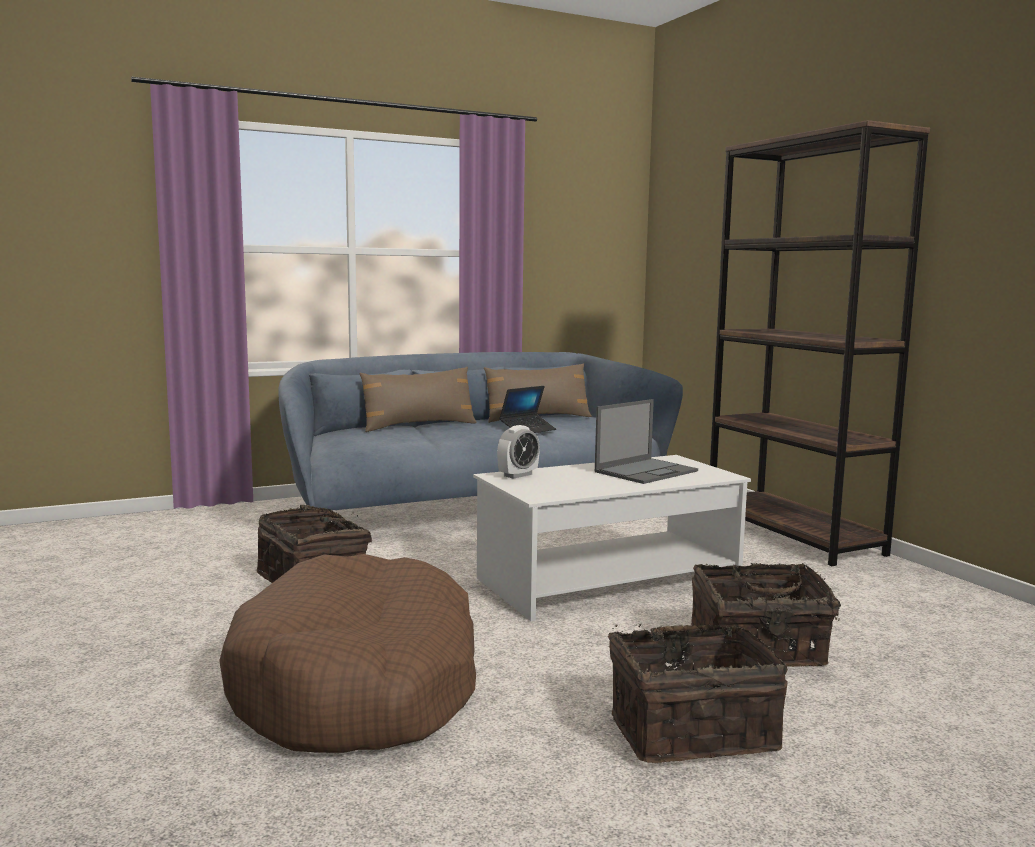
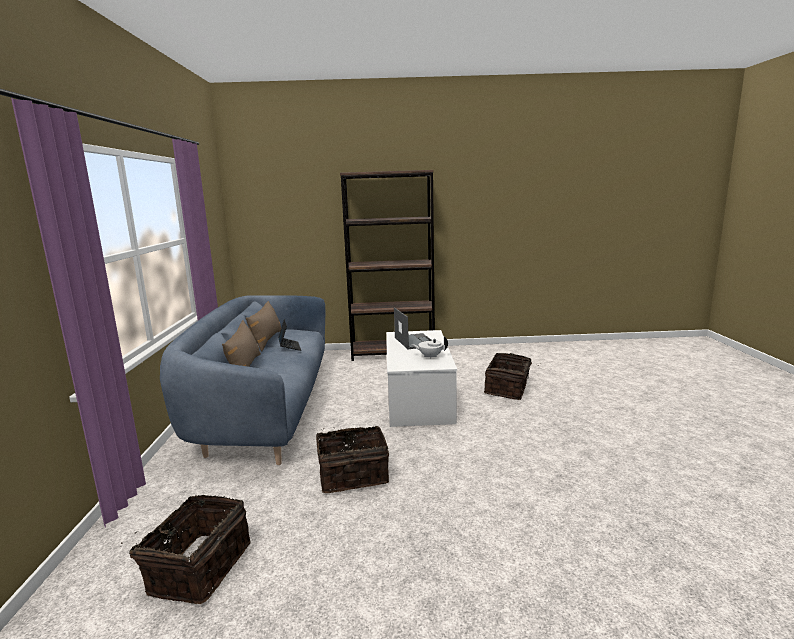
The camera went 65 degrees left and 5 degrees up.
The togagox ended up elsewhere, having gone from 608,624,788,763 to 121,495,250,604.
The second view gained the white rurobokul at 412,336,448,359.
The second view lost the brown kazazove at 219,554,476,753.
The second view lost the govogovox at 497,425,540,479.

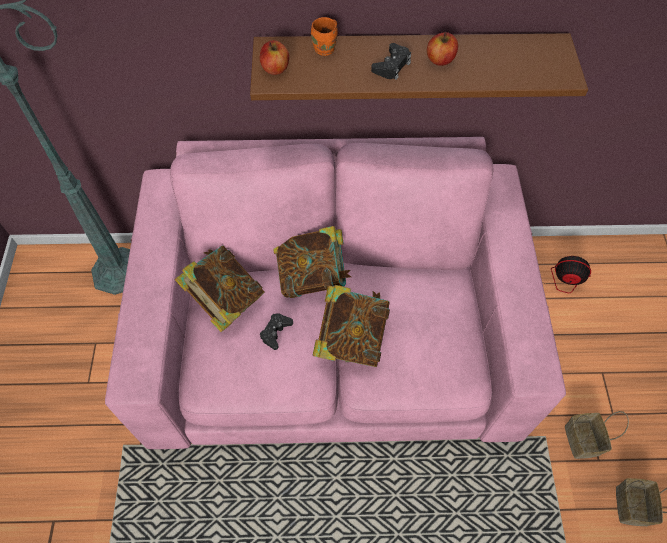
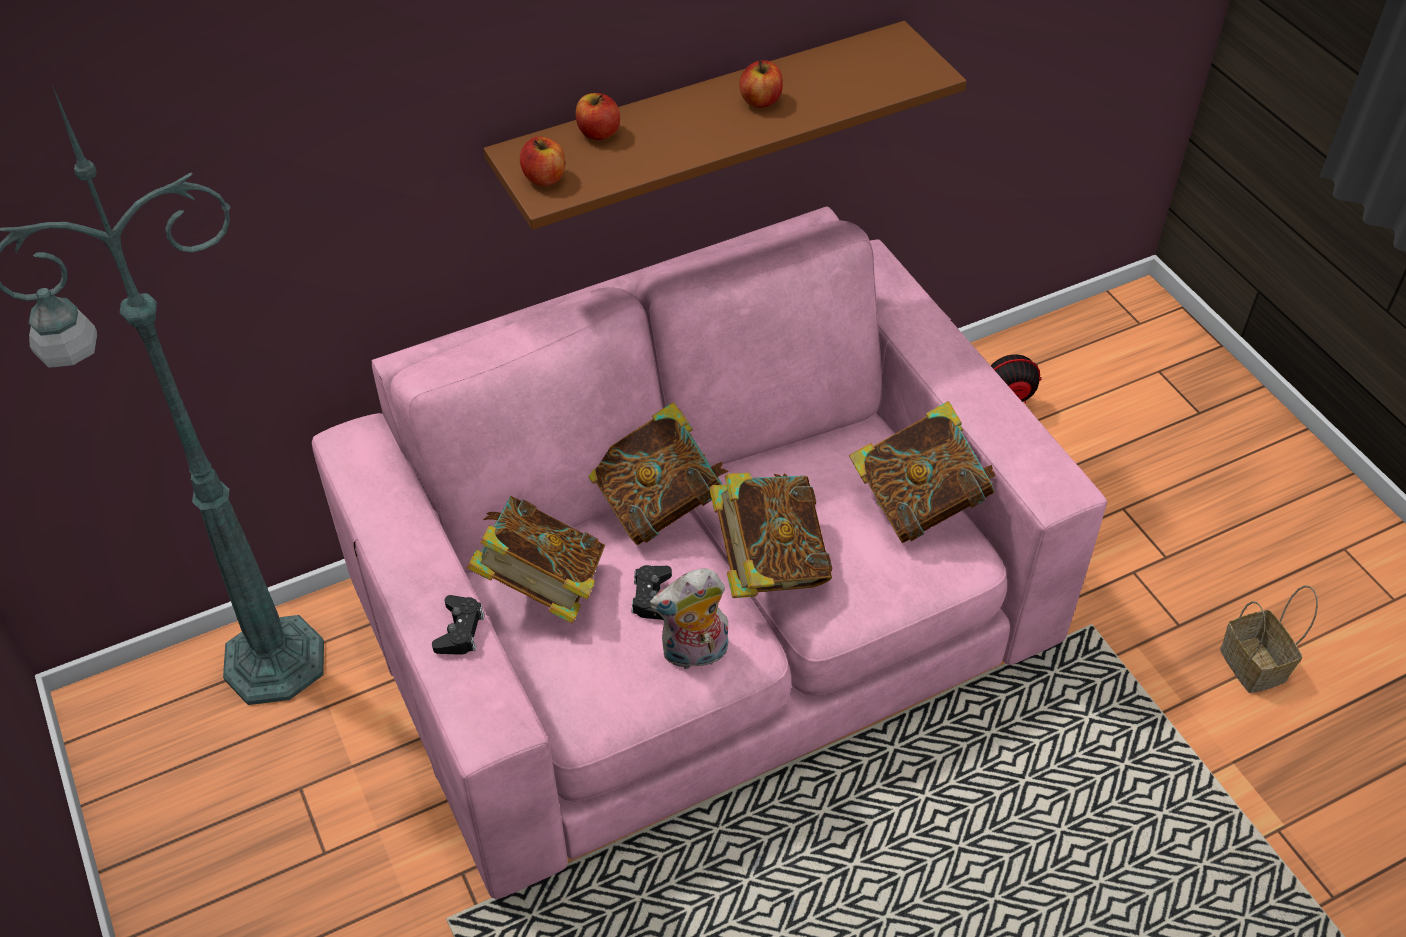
The camera went 25 degrees left and 10 degrees down.
The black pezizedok ended up elsewhere, having gone from 371,43,411,80 to 432,595,485,655.
Where the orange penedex stood at 311,17,338,56, the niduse came to stand at 576,93,620,140.
The second view gained the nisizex at 649,568,728,669.
The second view gained the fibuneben at 849,401,995,543.
The second view lost the togagox at 565,411,629,459.

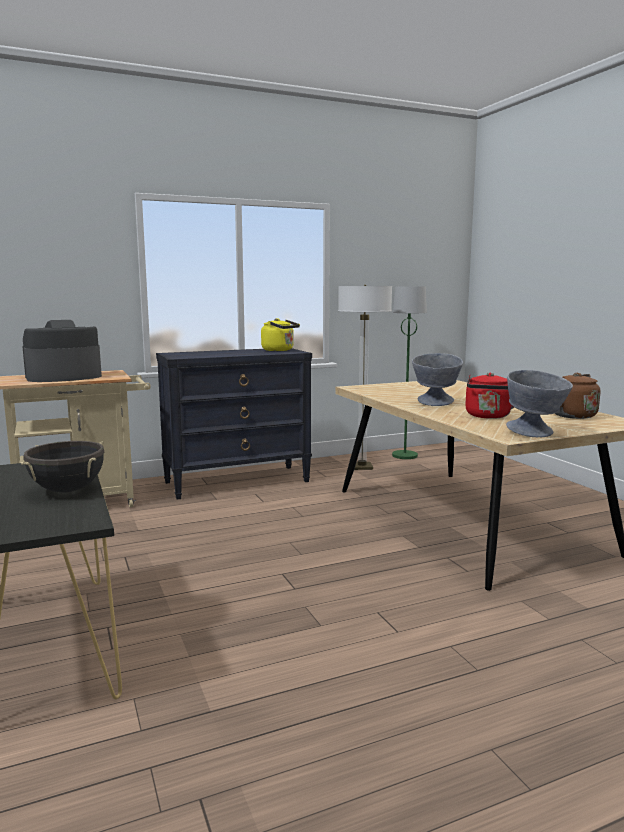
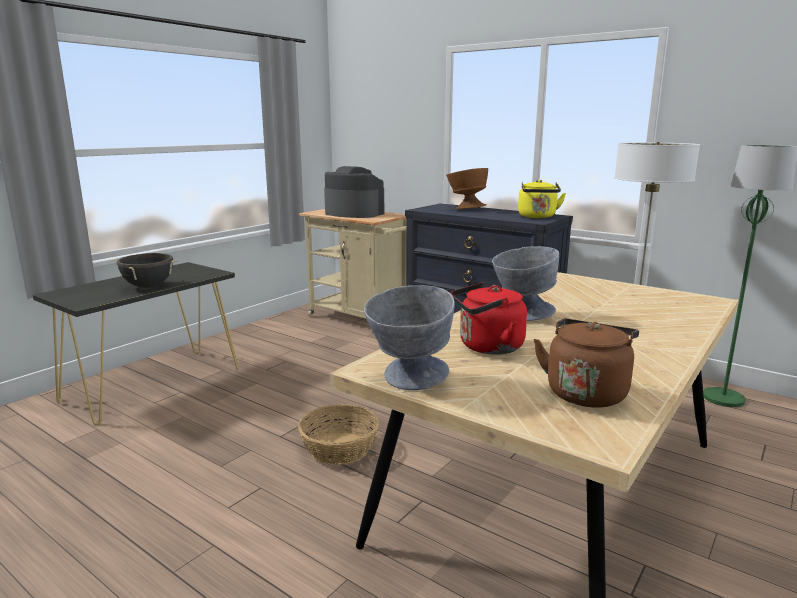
The camera went 60 degrees right and 5 degrees up.
The second view gained the togagox at 298,404,379,465.
The second view gained the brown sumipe at 446,168,488,209.

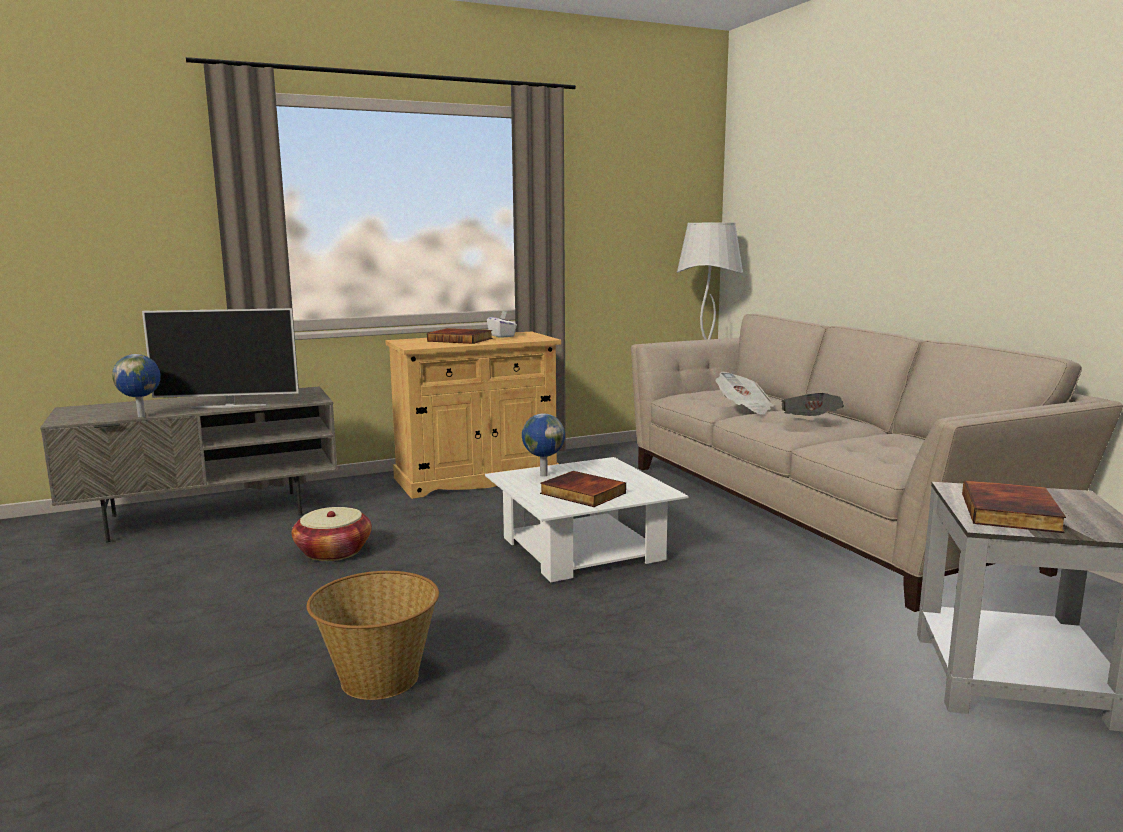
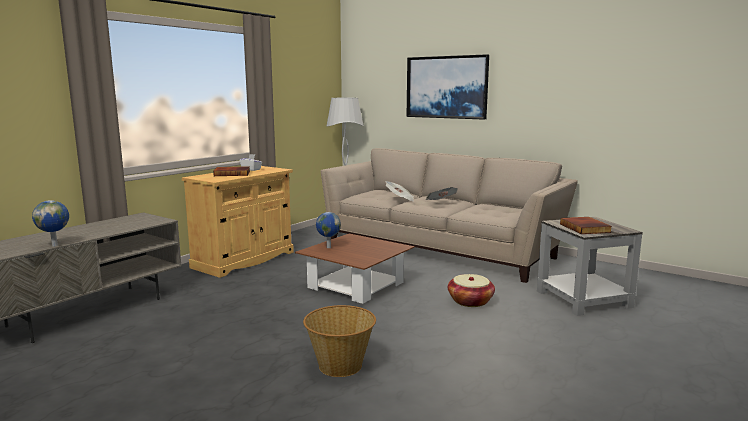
The camera went 30 degrees left and 0 degrees up.
What was the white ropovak at 485,457,689,582 turned into the brown ropovak at 295,234,415,304.
The second view gained the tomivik at 407,54,489,120.
The togagox ended up elsewhere, having gone from 292,507,372,561 to 448,274,495,307.
The second view lost the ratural at 142,308,299,408.
The second view lost the fibuneben at 540,471,626,507.

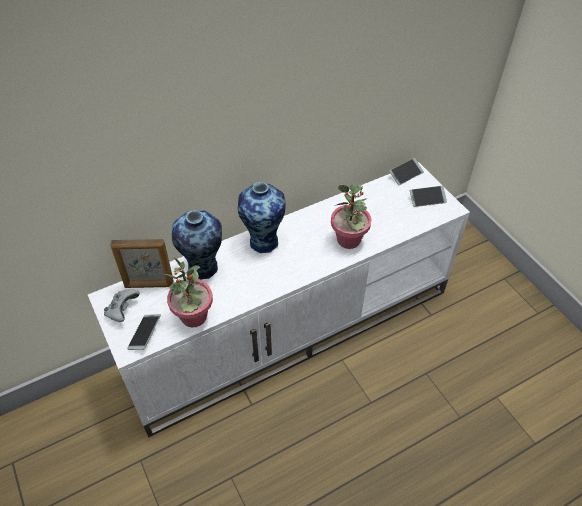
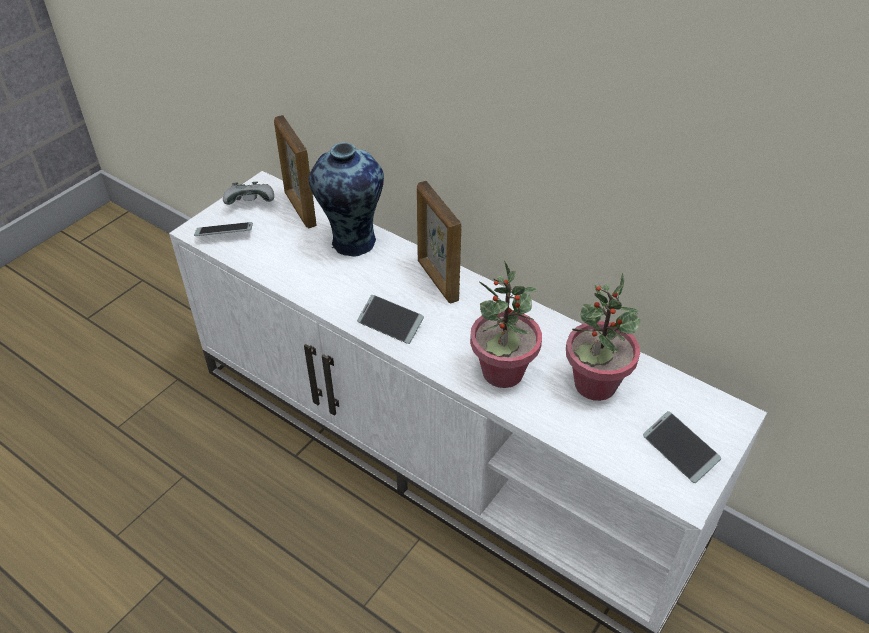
The camera went 65 degrees right and 5 degrees down.
The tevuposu ended up elsewhere, having gone from 389,158,424,185 to 357,295,424,344.
Where the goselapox stood at 238,182,285,253, the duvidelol came to stand at 417,181,461,303.
The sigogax ended up elsewhere, having gone from 162,257,213,328 to 566,273,641,401.

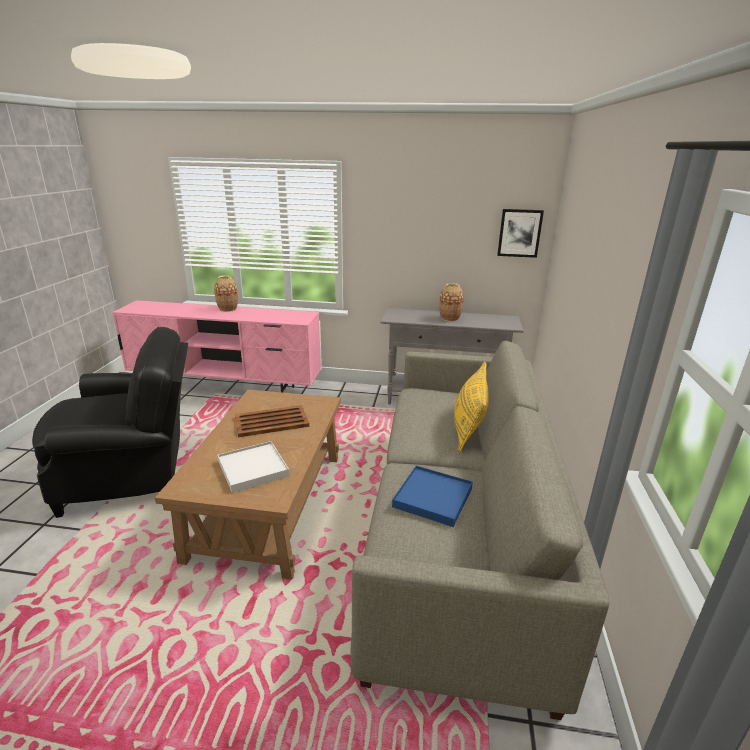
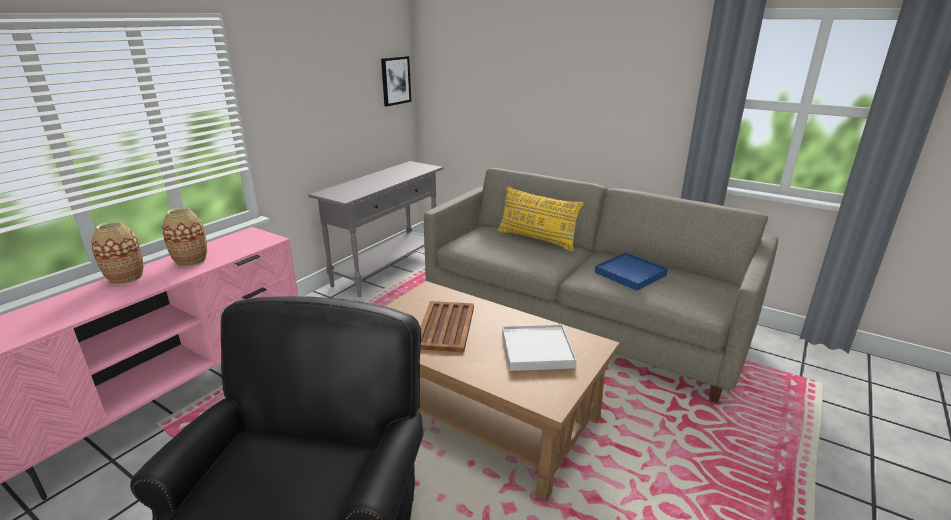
The camera went 65 degrees left and 0 degrees up.
The goselapox ended up elsewhere, having gone from 439,283,464,322 to 162,207,207,267.

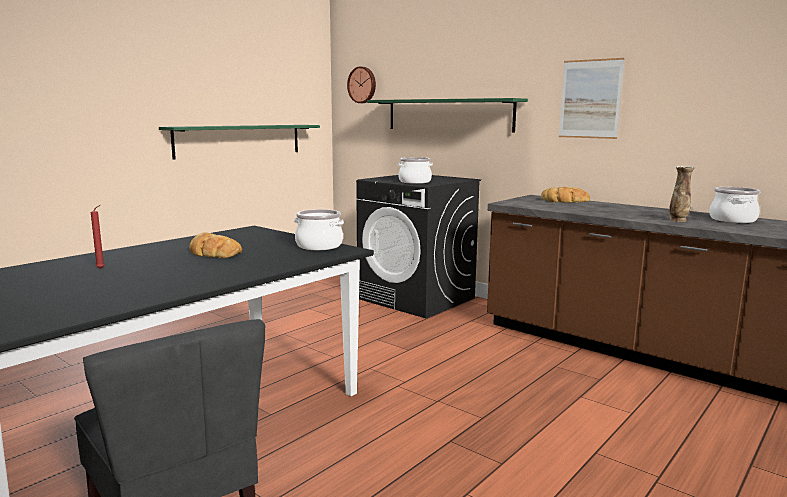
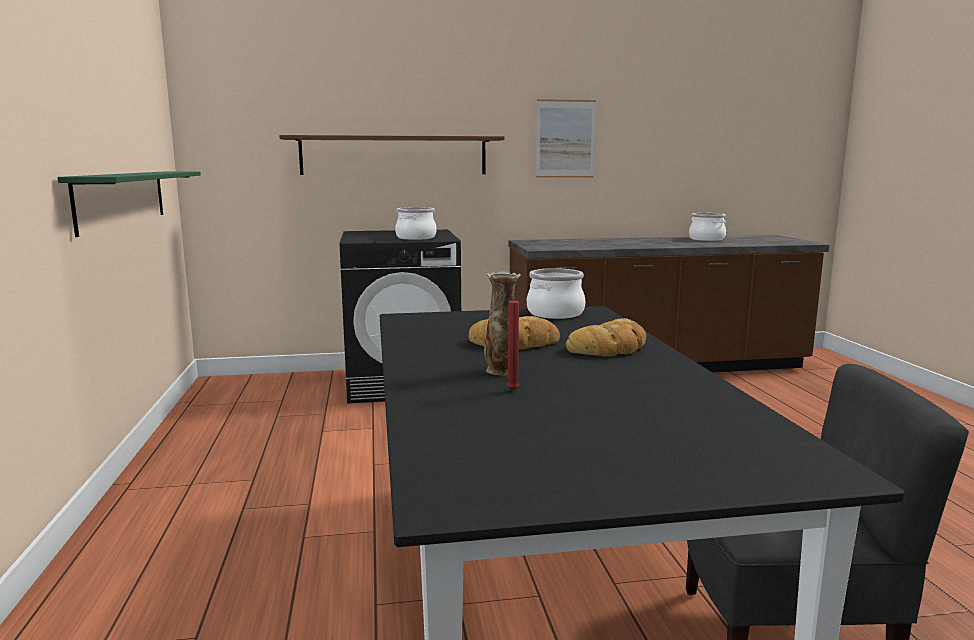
The camera went 50 degrees left and 0 degrees up.
What was the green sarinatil at 367,98,528,133 turned into the brown sarinatil at 279,135,504,175.
The goselapox ended up elsewhere, having gone from 669,166,695,222 to 484,271,521,375.
The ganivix ended up elsewhere, having gone from 541,187,590,203 to 566,318,646,356.
The second view lost the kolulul at 347,66,376,103.

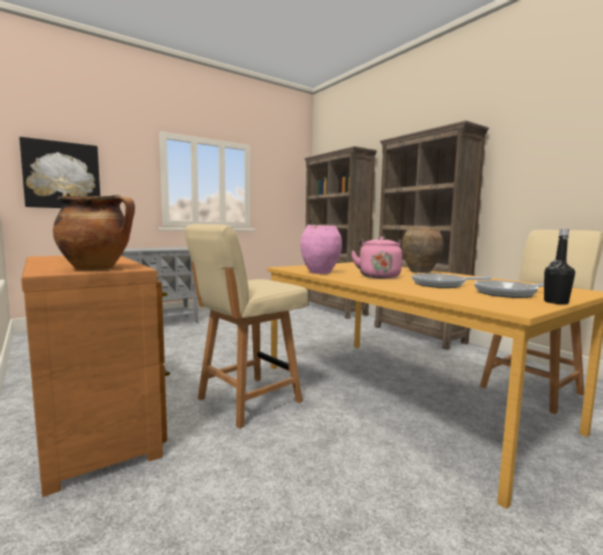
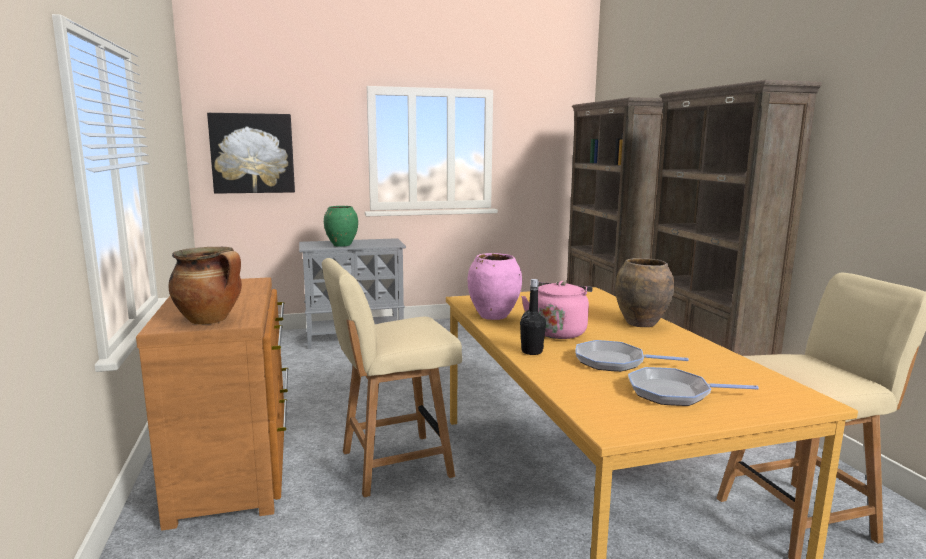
The camera went 20 degrees right and 5 degrees up.
The second view gained the green goselapox at 324,206,358,247.
The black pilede ended up elsewhere, having gone from 544,229,575,304 to 520,279,546,355.

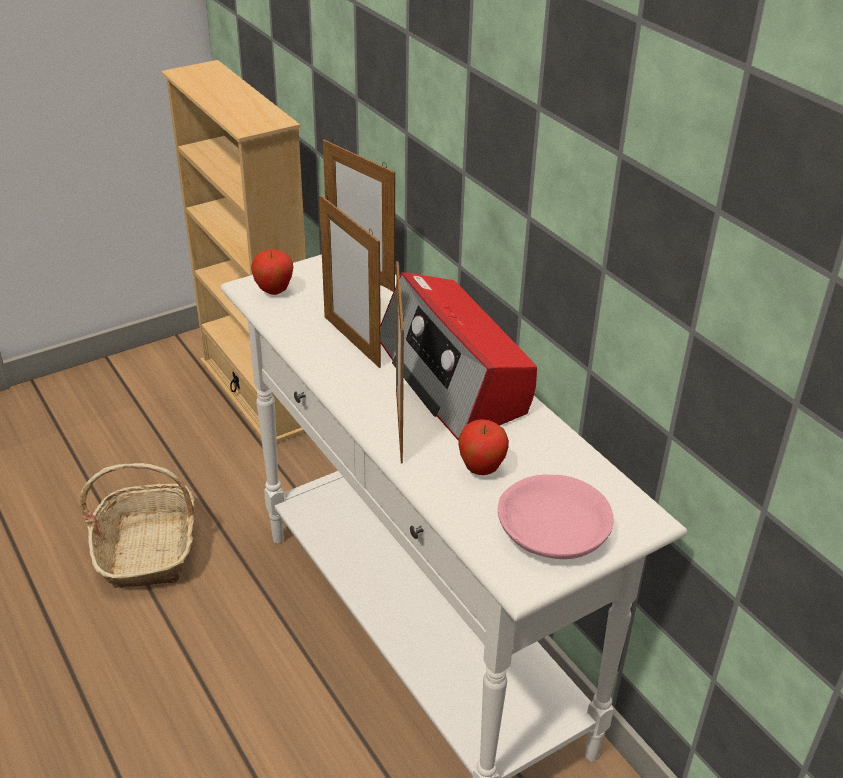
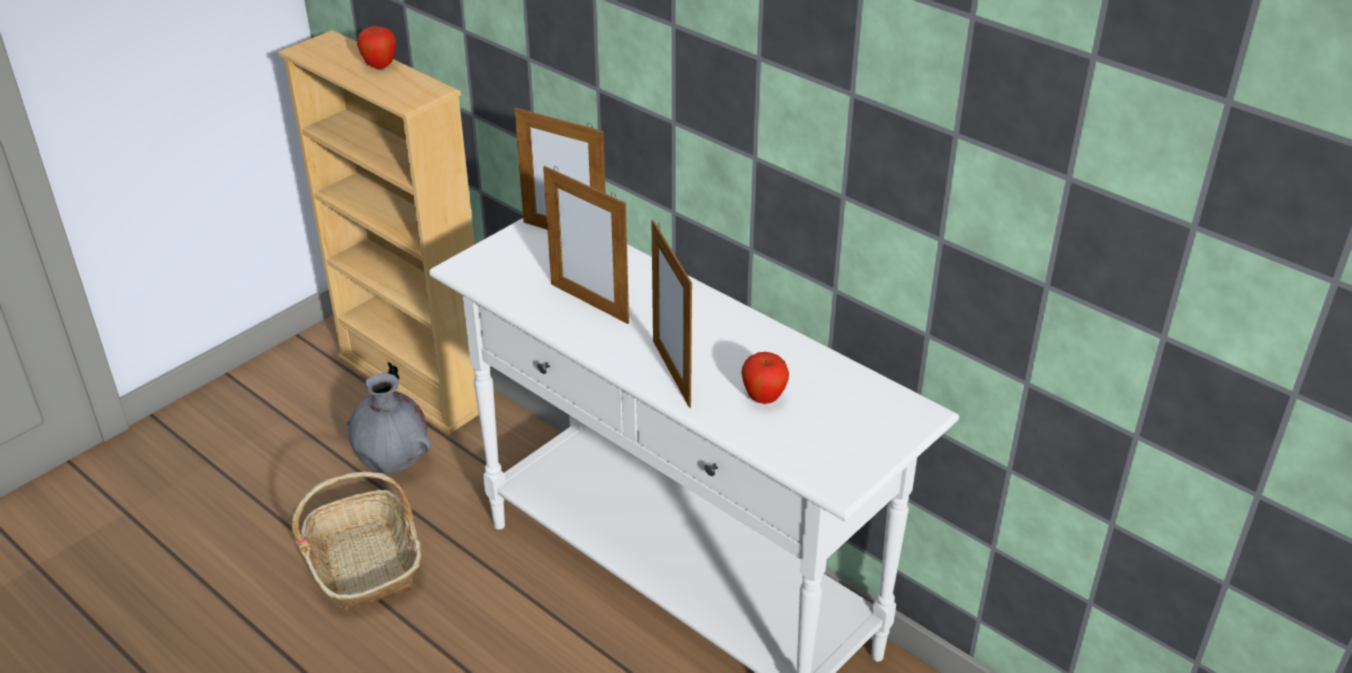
The camera went 15 degrees left and 0 degrees up.
The second view gained the grey goselapox at 347,373,432,473.
The niduse ended up elsewhere, having gone from 251,249,293,295 to 357,26,396,69.
The second view lost the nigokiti at 381,272,537,440.
The second view lost the pink sumipe at 498,475,613,559.

